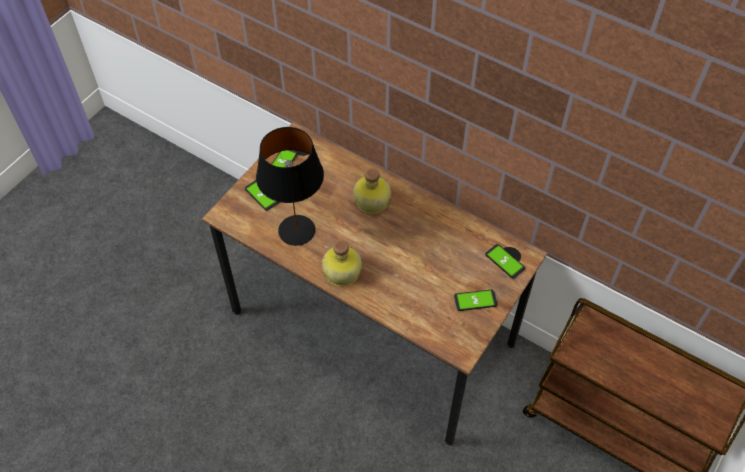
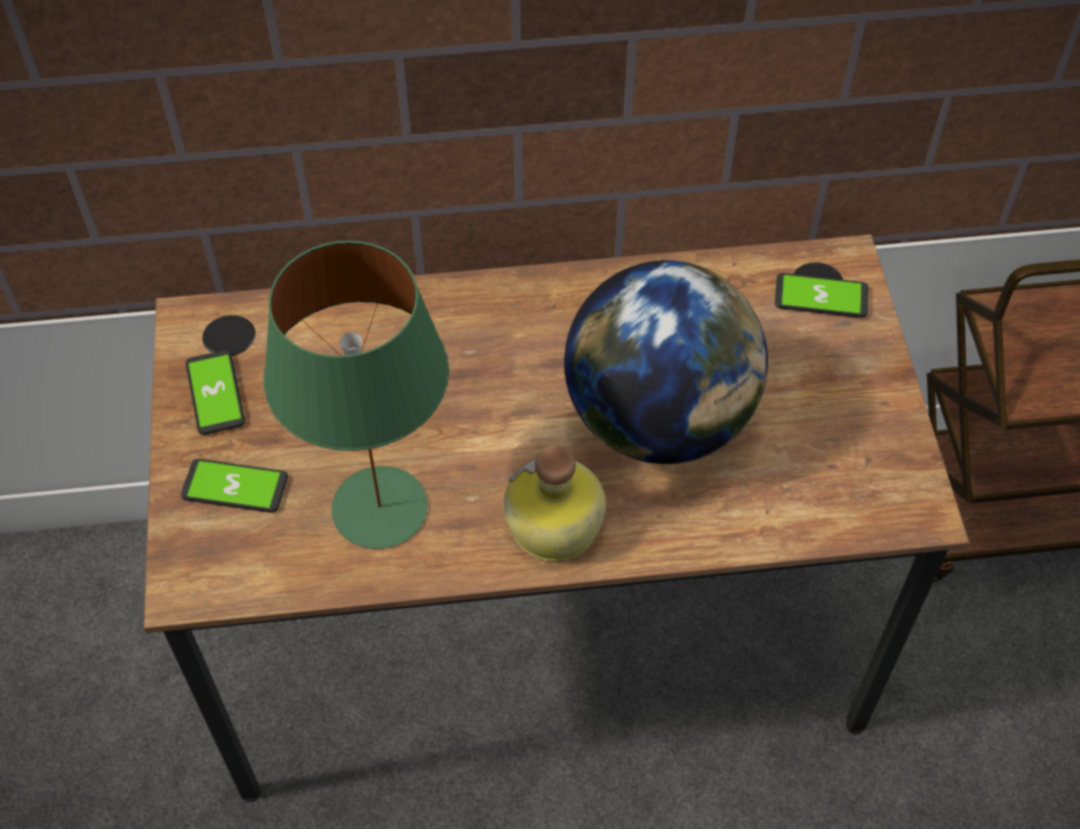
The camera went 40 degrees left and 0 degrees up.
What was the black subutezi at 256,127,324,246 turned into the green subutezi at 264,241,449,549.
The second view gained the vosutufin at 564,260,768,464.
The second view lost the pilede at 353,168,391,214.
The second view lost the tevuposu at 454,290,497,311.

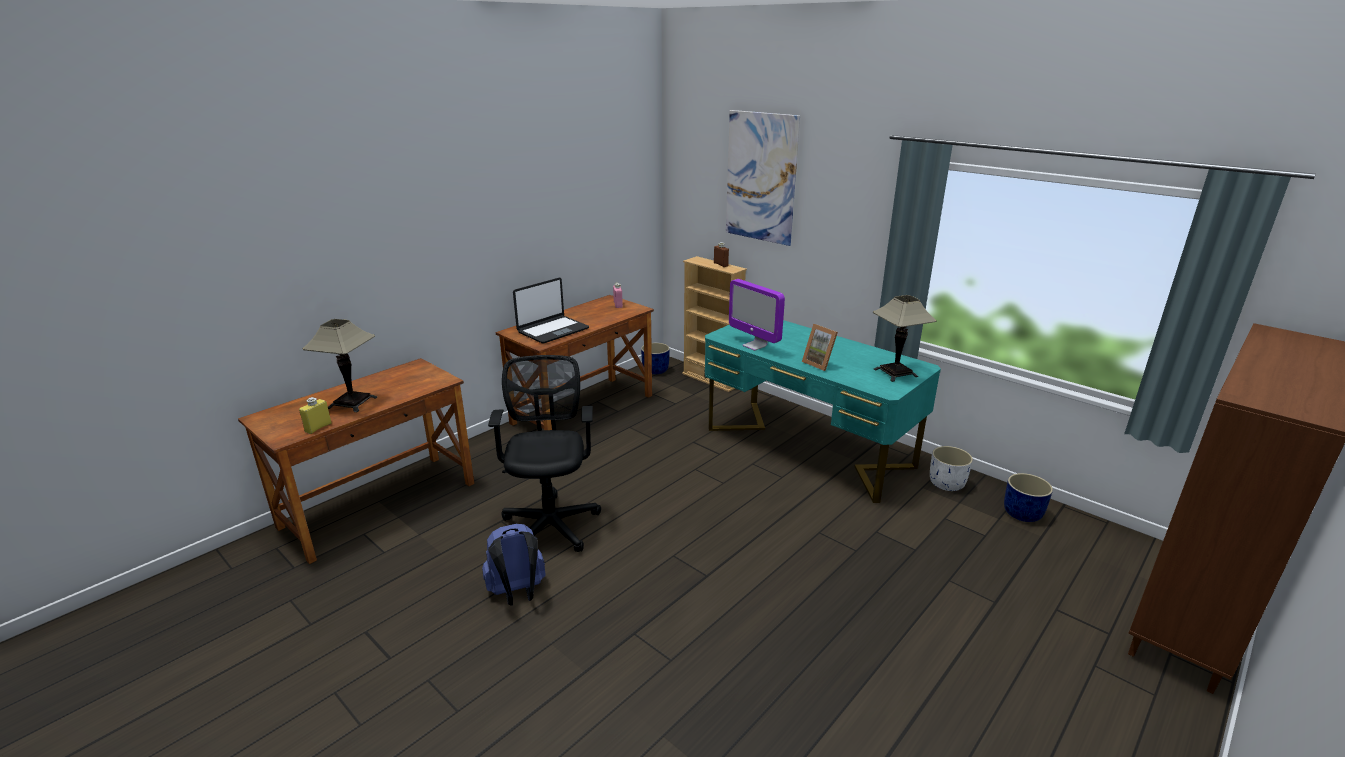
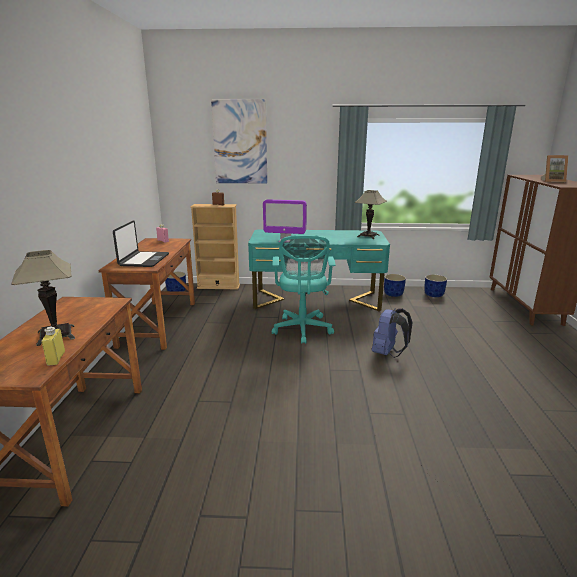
The camera went 40 degrees left and 5 degrees down.
The second view gained the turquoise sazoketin at 272,235,336,344.
The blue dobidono ended up elsewhere, having gone from 482,524,546,606 to 372,308,413,358.
What was the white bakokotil at 930,446,973,491 turned into the blue bakokotil at 384,274,406,297.
The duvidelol ended up elsewhere, having gone from 802,324,838,371 to 541,155,568,183.
The second view lost the black sazoketin at 488,355,601,552.

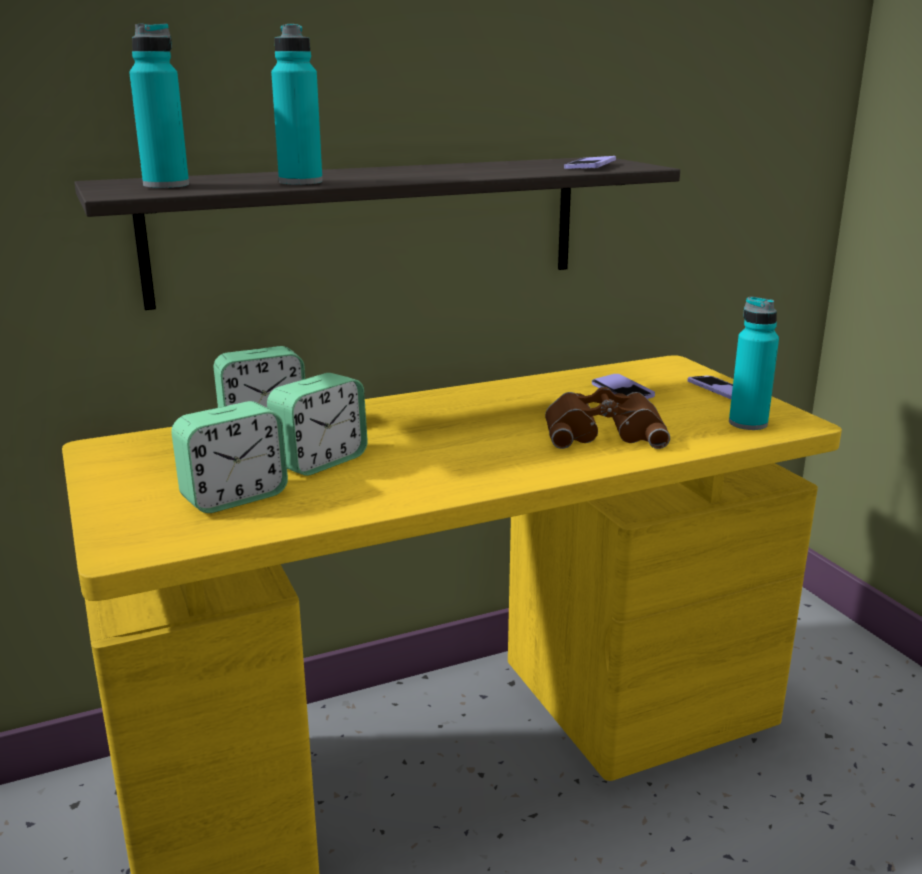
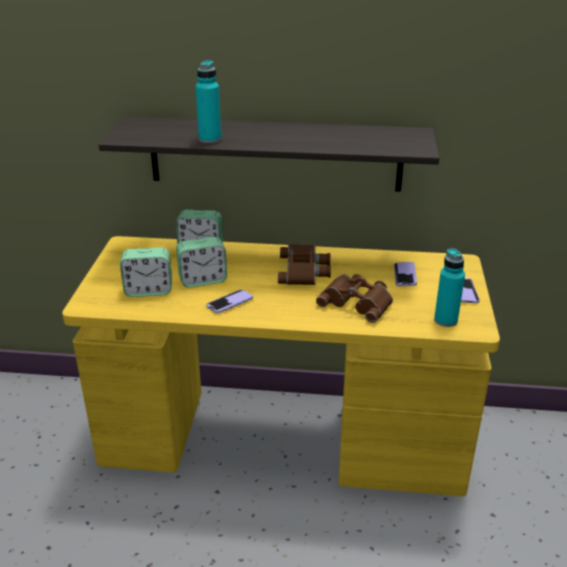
The camera went 30 degrees right and 10 degrees up.
The tevuposu ended up elsewhere, having gone from 564,156,616,169 to 206,290,253,313.
The second view gained the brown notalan at 278,244,331,285.
The second view lost the turquoise pilede at 129,23,189,188.

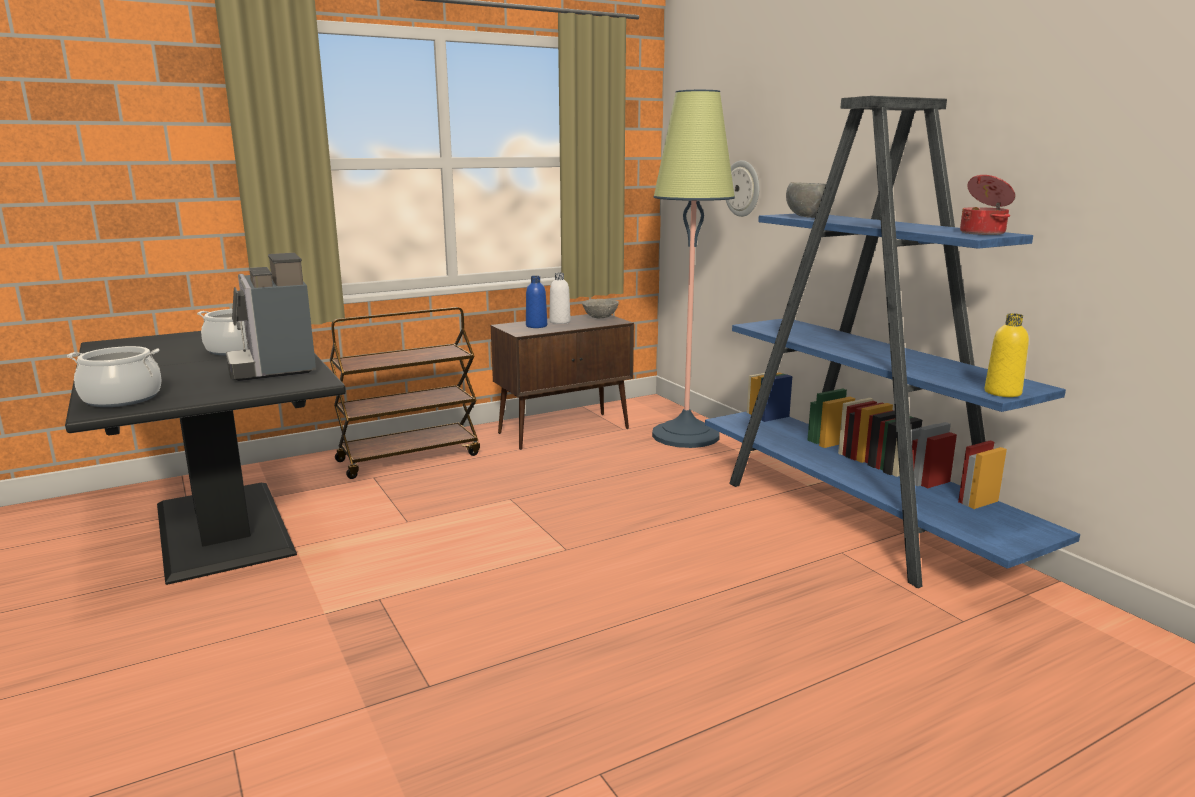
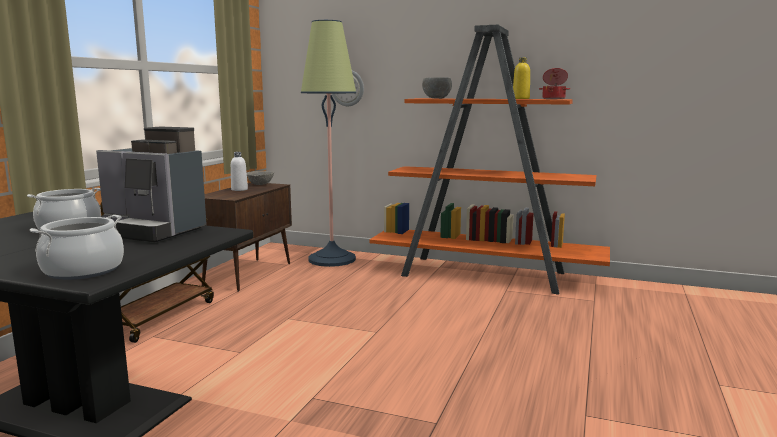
The camera went 40 degrees left and 5 degrees down.
What was the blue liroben at 705,96,1080,588 turned into the orange liroben at 369,25,610,295.
The yellow pilede ended up elsewhere, having gone from 985,313,1029,397 to 513,57,530,99.
The second view lost the blue pilede at 526,276,547,328.

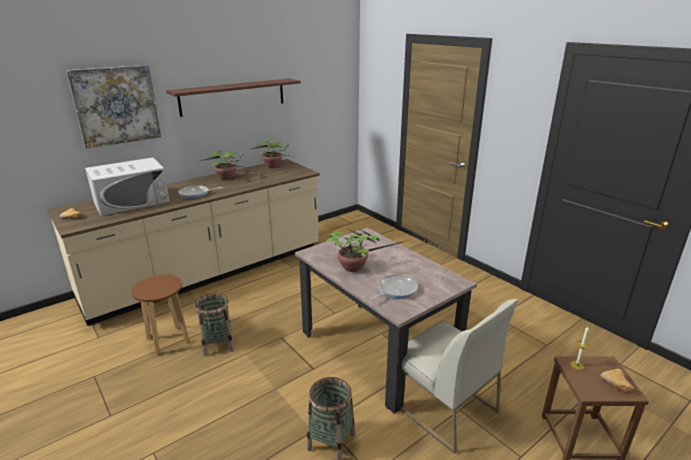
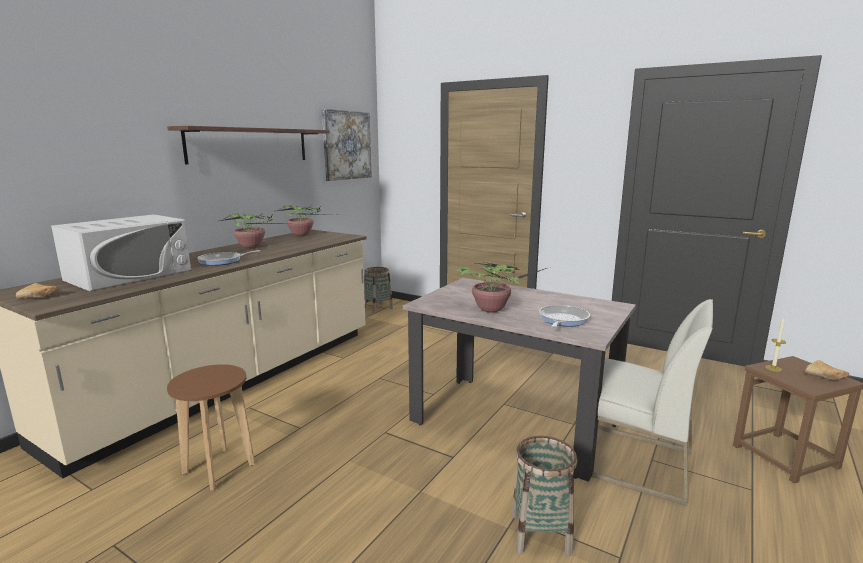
The camera went 20 degrees left and 10 degrees down.
The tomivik ended up elsewhere, having gone from 66,65,161,149 to 322,109,372,181.
The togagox ended up elsewhere, having gone from 195,293,234,356 to 364,267,393,313.

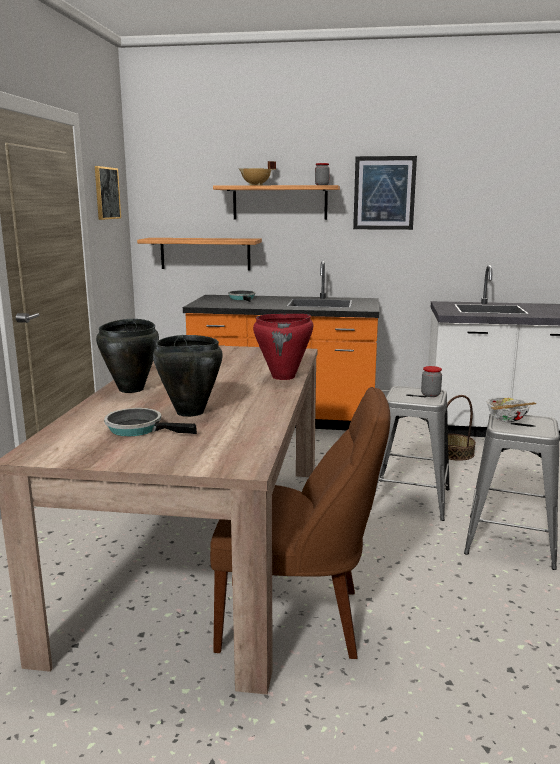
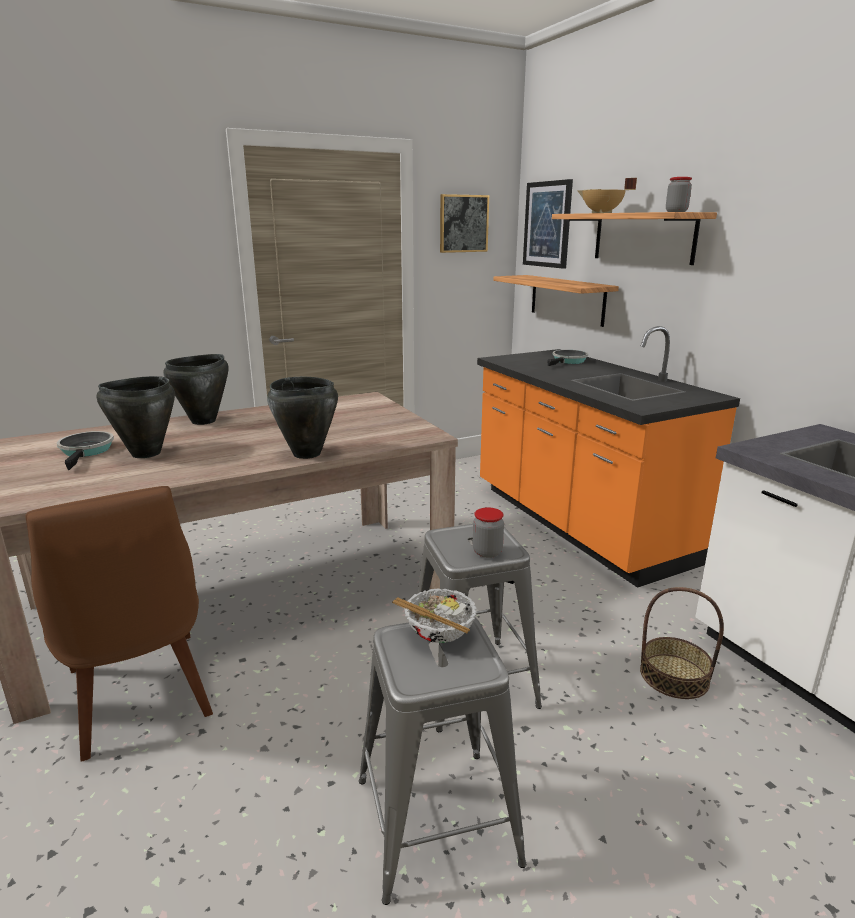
The camera went 55 degrees right and 5 degrees up.
What was the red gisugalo at 253,314,313,380 turned into the black gisugalo at 267,377,338,459.
The tomivik ended up elsewhere, having gone from 353,156,417,230 to 523,179,573,269.

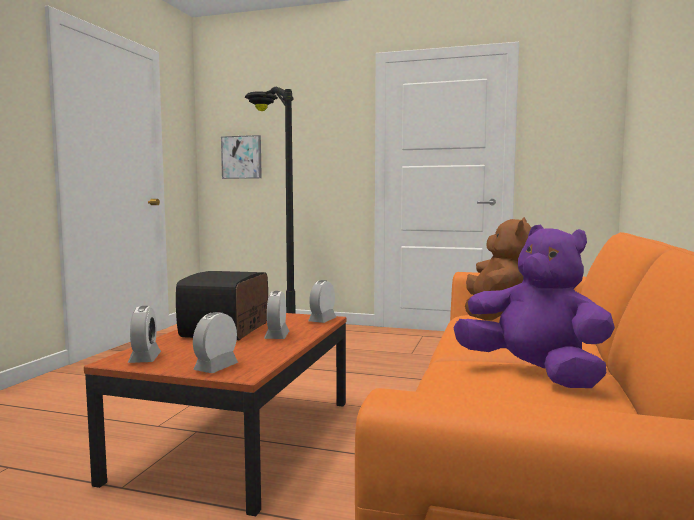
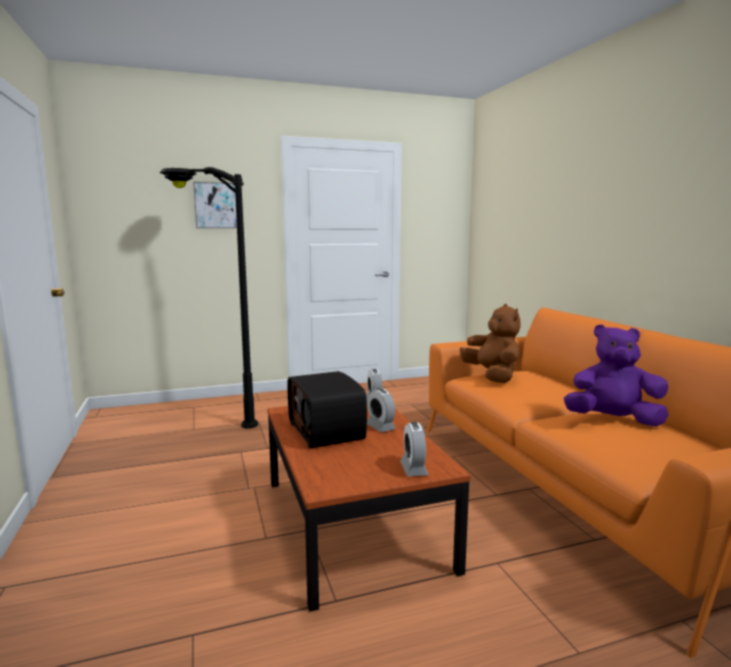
The camera went 35 degrees left and 5 degrees up.
The tomivik ended up elsewhere, having gone from 221,135,262,179 to 193,182,237,228.
The second view lost the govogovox at 128,306,161,363.

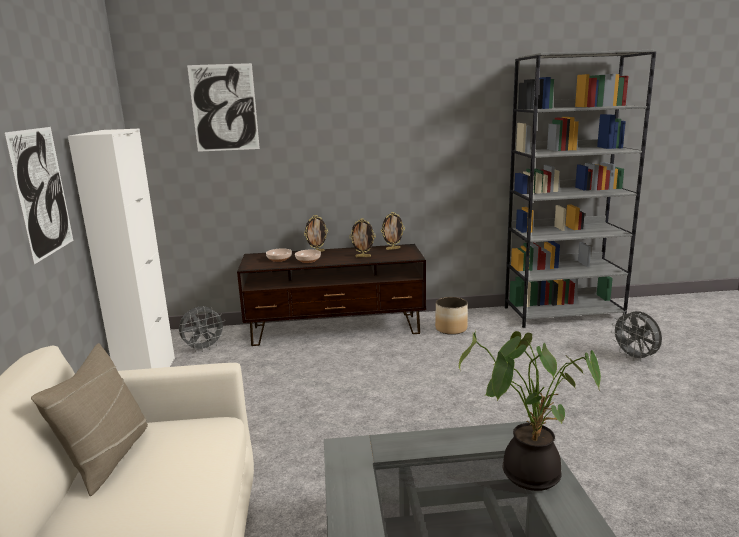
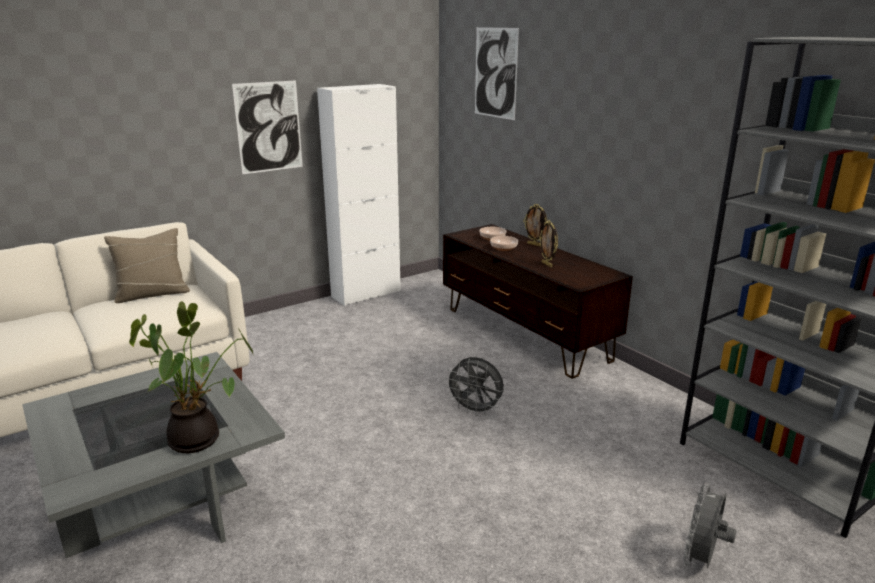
The camera went 60 degrees right and 5 degrees up.
The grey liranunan ended up elsewhere, having gone from 178,306,226,352 to 445,357,504,416.
The second view lost the duvidelol at 381,212,405,250.
The second view lost the bakokotil at 435,297,468,335.

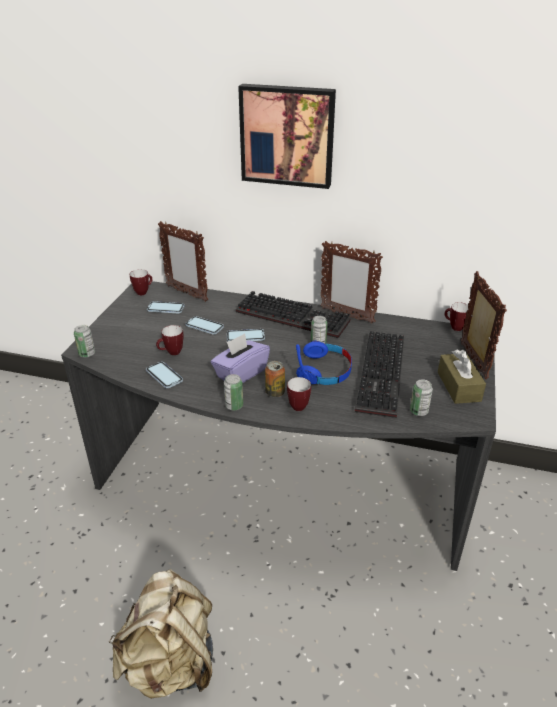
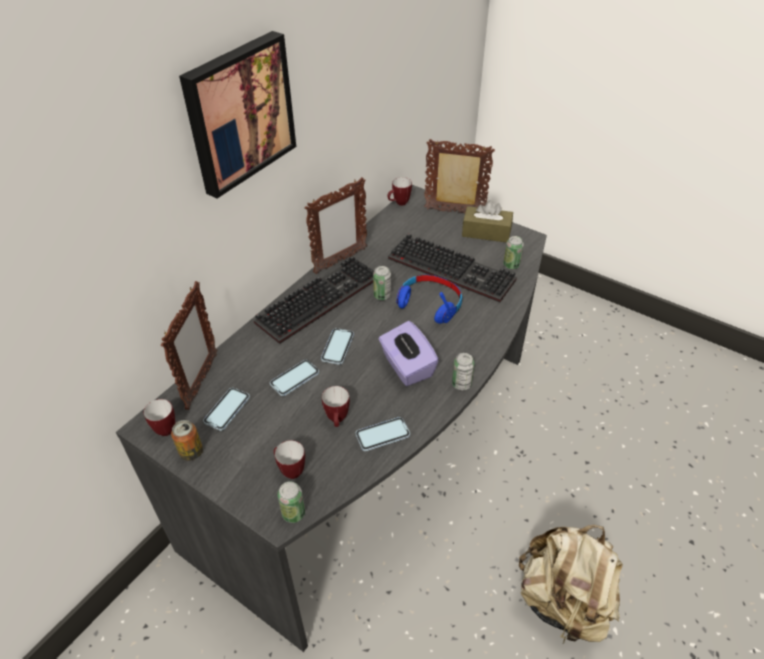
The camera went 70 degrees left and 10 degrees up.
The duvidelol at 158,221,208,302 ended up facing another way, 45 degrees counterclockwise from before.
The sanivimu ended up elsewhere, having gone from 265,361,285,397 to 171,420,203,461.
The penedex ended up elsewhere, having gone from 287,377,311,411 to 274,440,305,479.

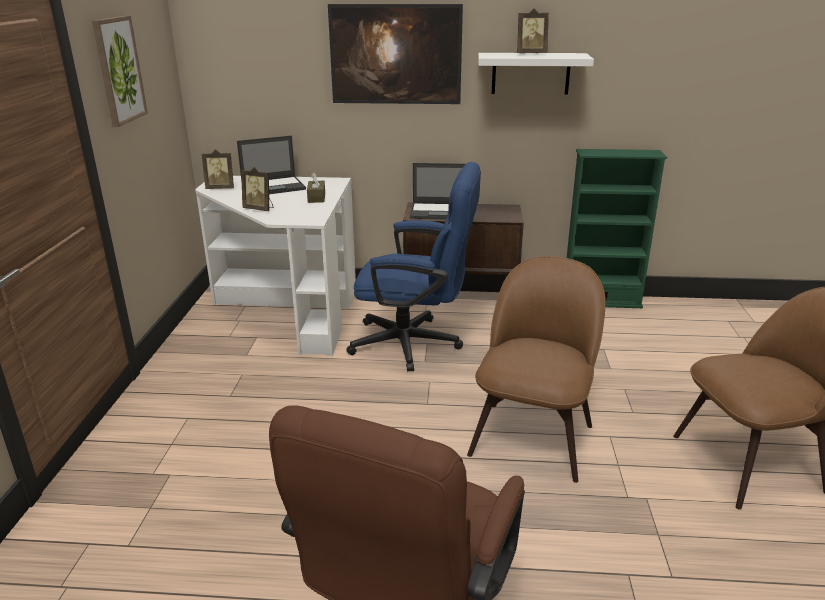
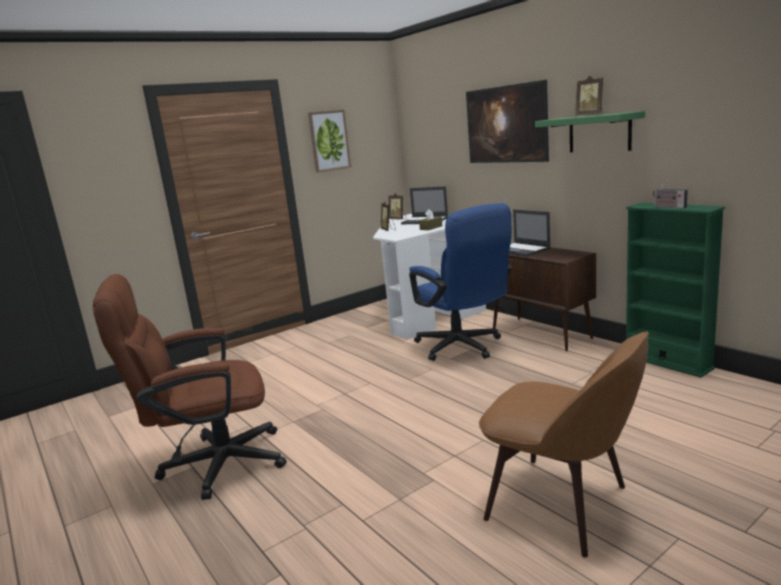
The camera went 50 degrees right and 10 degrees down.
What was the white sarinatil at 478,53,594,95 turned into the green sarinatil at 535,111,645,152.
The second view gained the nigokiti at 653,180,688,209.
The second view lost the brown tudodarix at 467,256,605,483.

